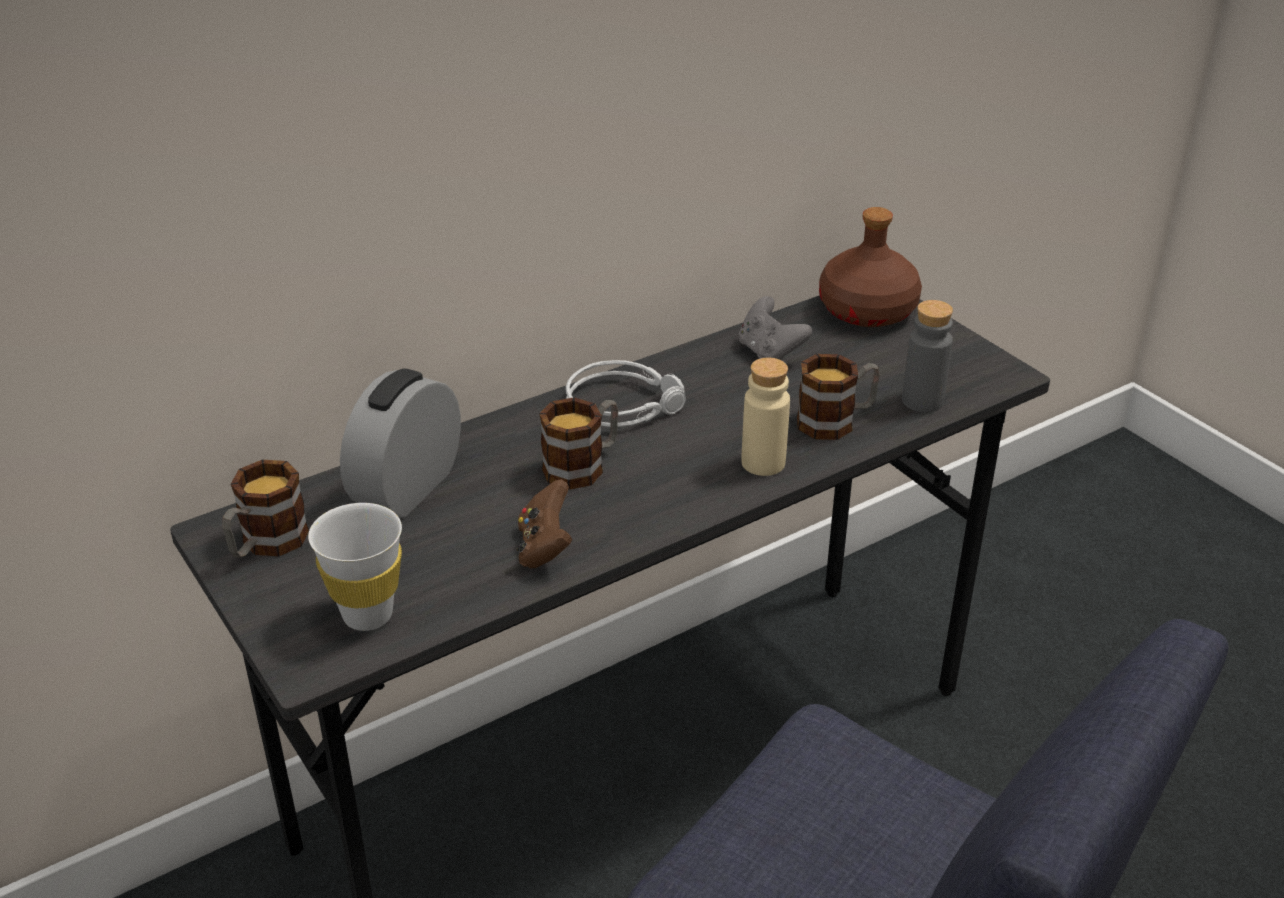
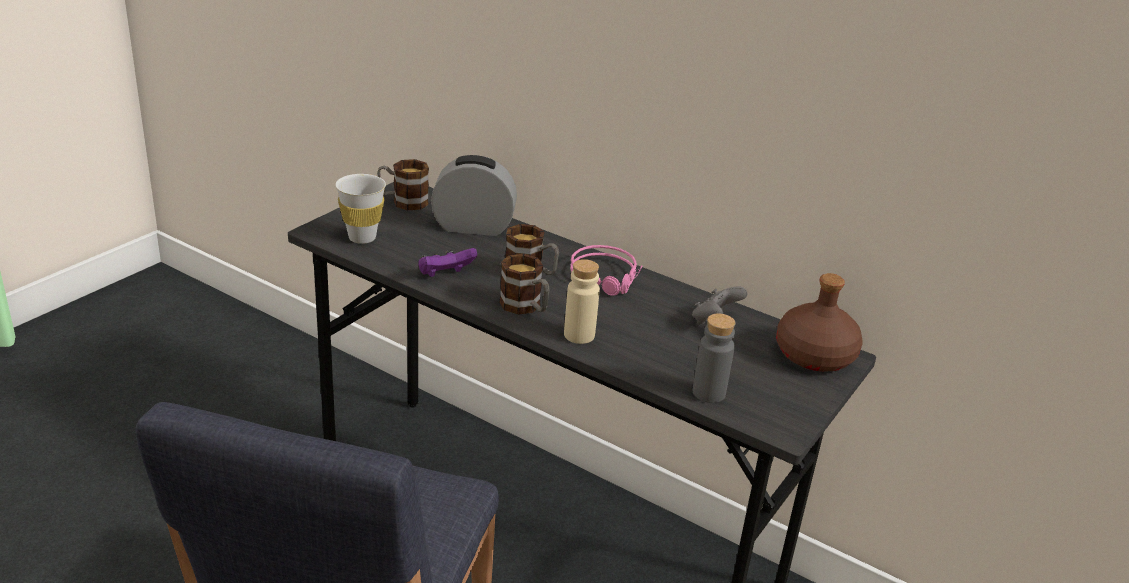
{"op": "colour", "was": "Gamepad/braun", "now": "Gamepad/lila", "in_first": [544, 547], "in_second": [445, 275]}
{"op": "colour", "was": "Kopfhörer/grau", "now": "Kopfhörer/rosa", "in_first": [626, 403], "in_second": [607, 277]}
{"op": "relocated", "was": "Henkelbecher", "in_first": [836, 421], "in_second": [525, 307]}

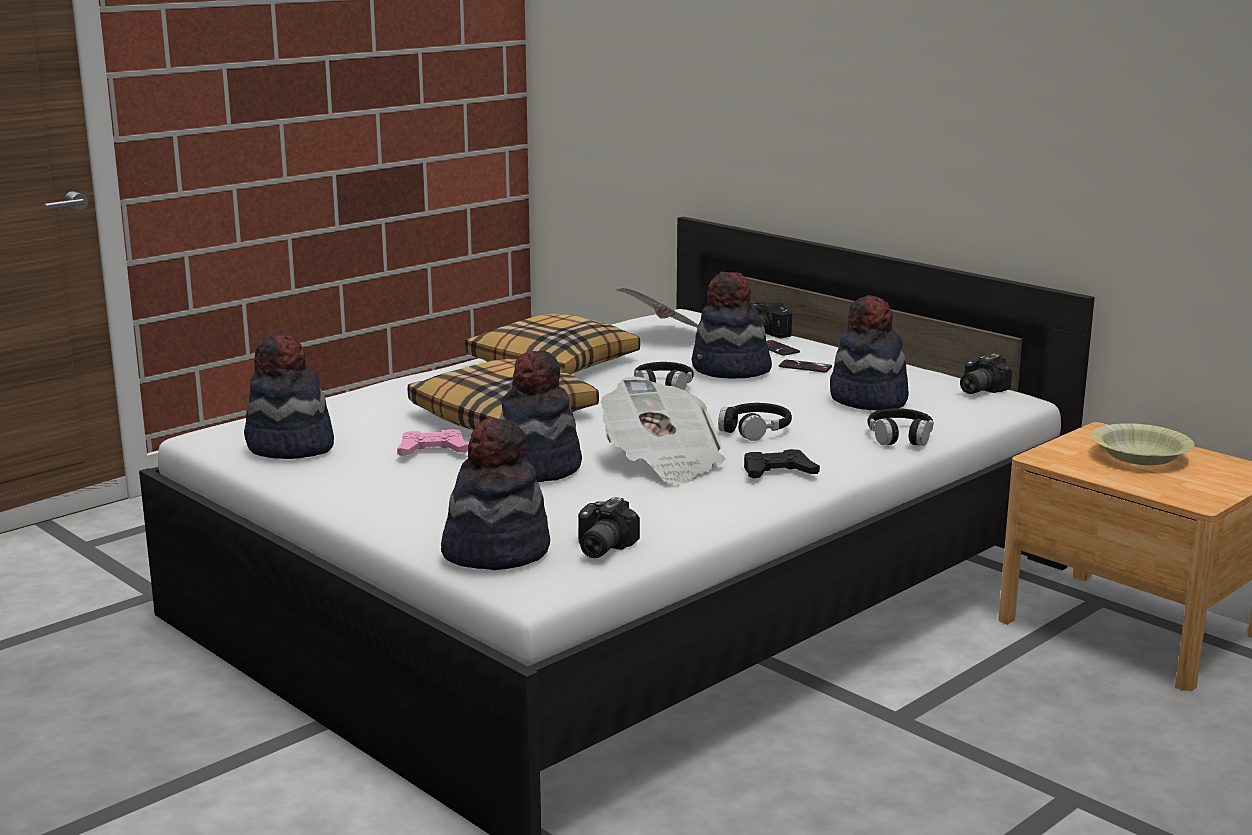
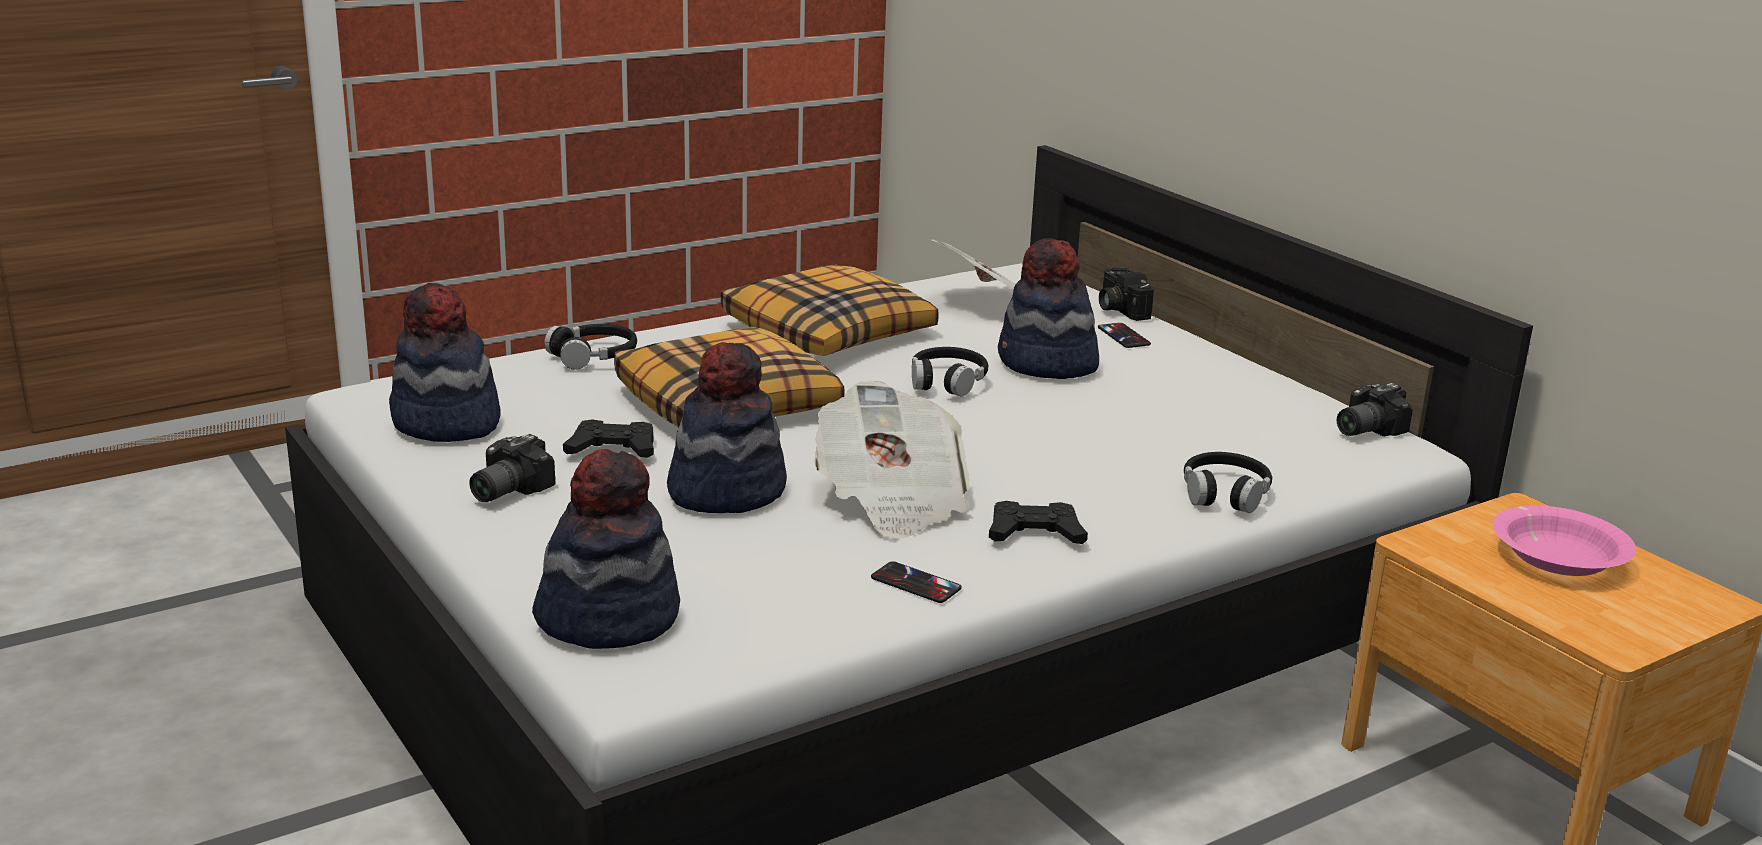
{"op": "colour", "was": "Gamepad/rosa", "now": "Gamepad/schwarz", "in_first": [432, 451], "in_second": [613, 449]}
{"op": "relocated", "was": "Kamera", "in_first": [599, 548], "in_second": [504, 490]}
{"op": "relocated", "was": "Kopfhörer/schwarz", "in_first": [755, 430], "in_second": [594, 356]}
{"op": "relocated", "was": "Handy", "in_first": [805, 367], "in_second": [915, 583]}
{"op": "missing", "was": "Hut", "in_first": [868, 400]}
{"op": "colour", "was": "Schüssel/gelb", "now": "Schüssel/rosa", "in_first": [1140, 456], "in_second": [1558, 558]}

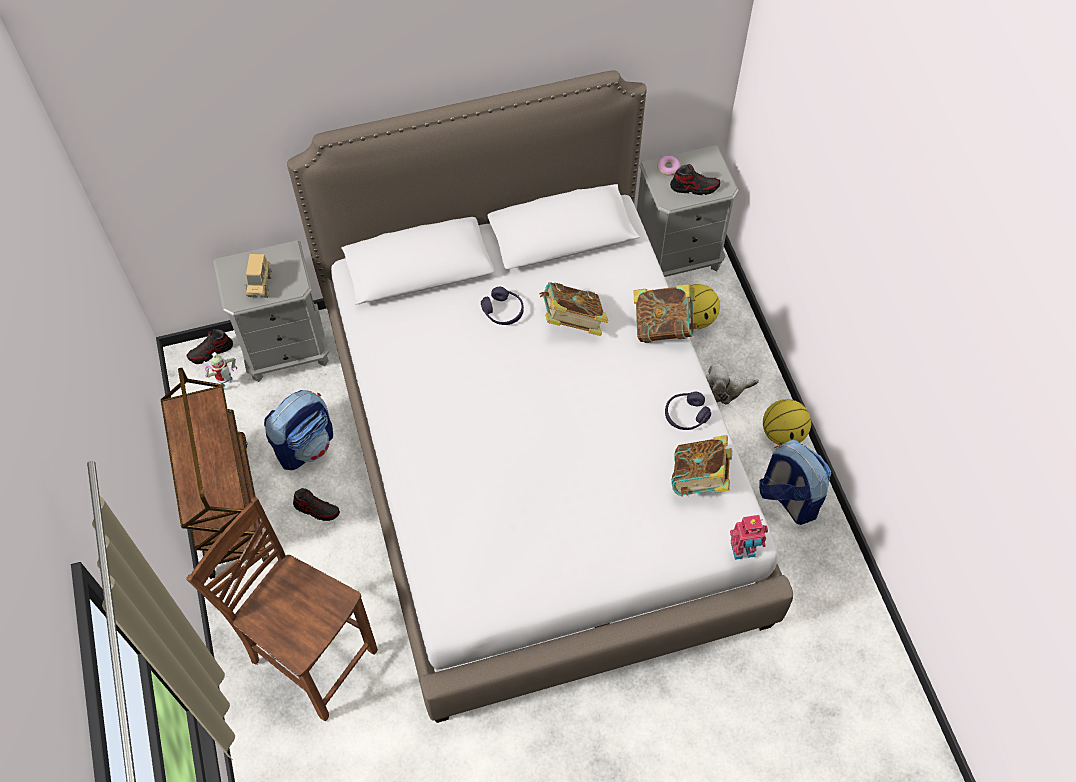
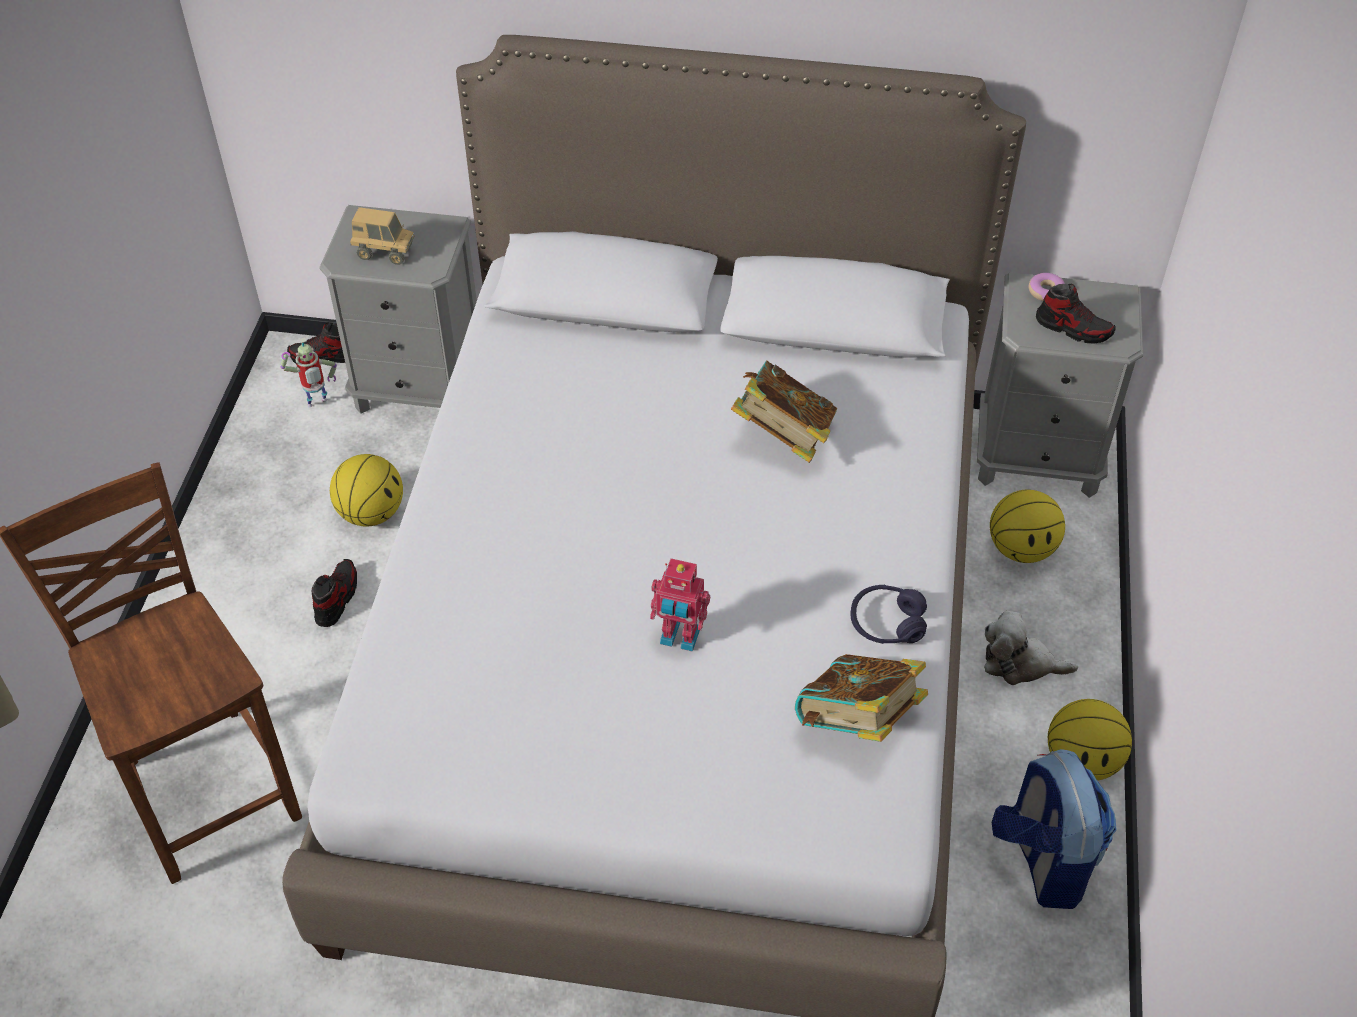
{"op": "missing", "was": "Rollwagen/braun", "in_first": [227, 506]}
{"op": "spun", "was": "Spielzeuglaster", "in_first": [260, 285], "in_second": [384, 253], "clockwise": -105}
{"op": "exchanged", "was": "Rucksack", "now": "Basketball", "in_first": [306, 445], "in_second": [372, 513]}
{"op": "spun", "was": "Schuh", "in_first": [317, 509], "in_second": [336, 598], "clockwise": -120}
{"op": "missing", "was": "Kopfhörer/lila", "in_first": [503, 311]}
{"op": "missing", "was": "Buch", "in_first": [663, 326]}
{"op": "relocated", "was": "Spielzeugroboter", "in_first": [743, 551], "in_second": [679, 638]}

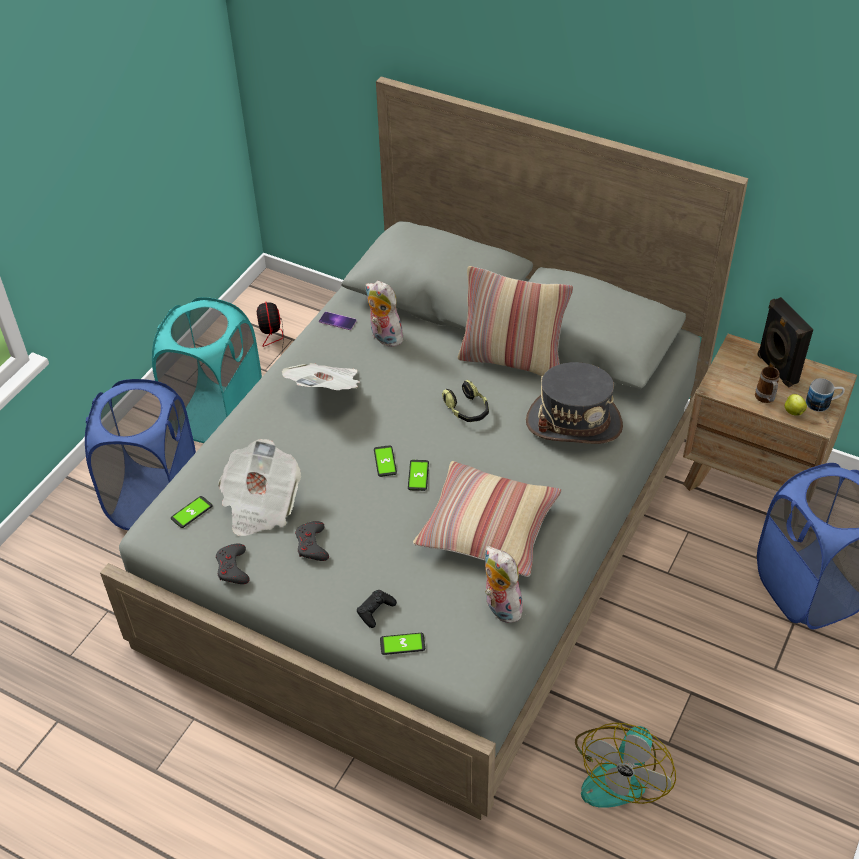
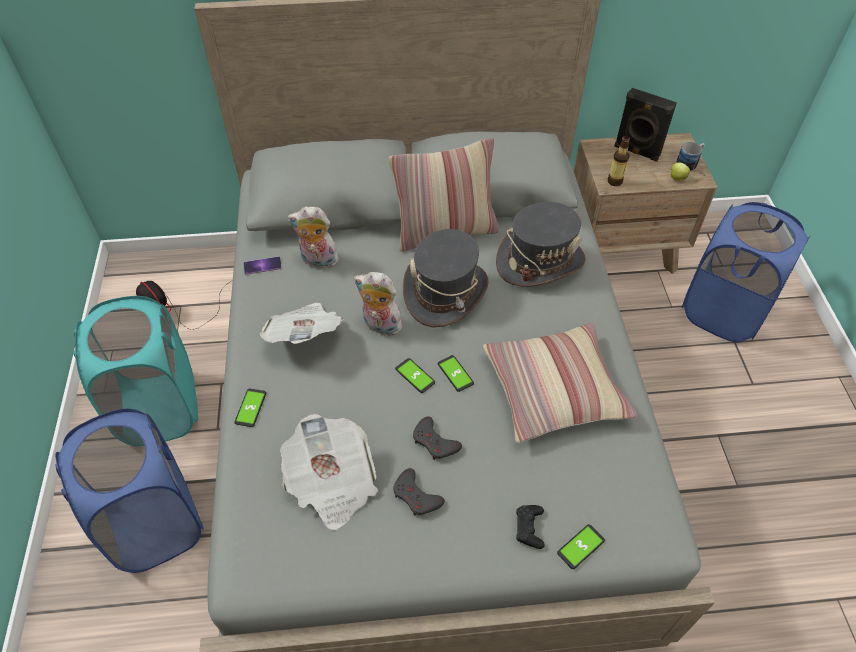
{"op": "relocated", "was": "Handy", "in_first": [191, 512], "in_second": [250, 408]}
{"op": "relocated", "was": "Gamepad/grau", "in_first": [233, 568], "in_second": [435, 442]}
{"op": "exchanged", "was": "Kopfhörer", "now": "Hut/grau", "in_first": [467, 410], "in_second": [445, 292]}
{"op": "relocated", "was": "Plüschtier", "in_first": [500, 607], "in_second": [380, 326]}
{"op": "missing", "was": "Ventilator", "in_first": [620, 771]}
{"op": "missing", "was": "Henkelbecher", "in_first": [765, 399]}
{"op": "appeared", "now": "Flasche", "in_second": [614, 181]}

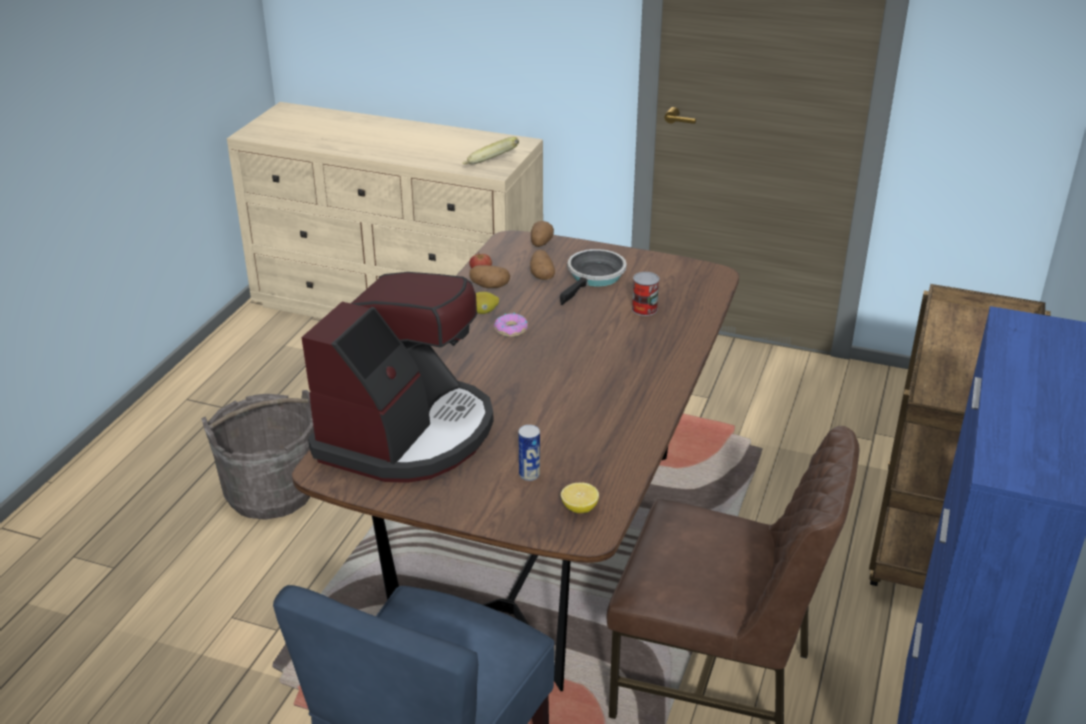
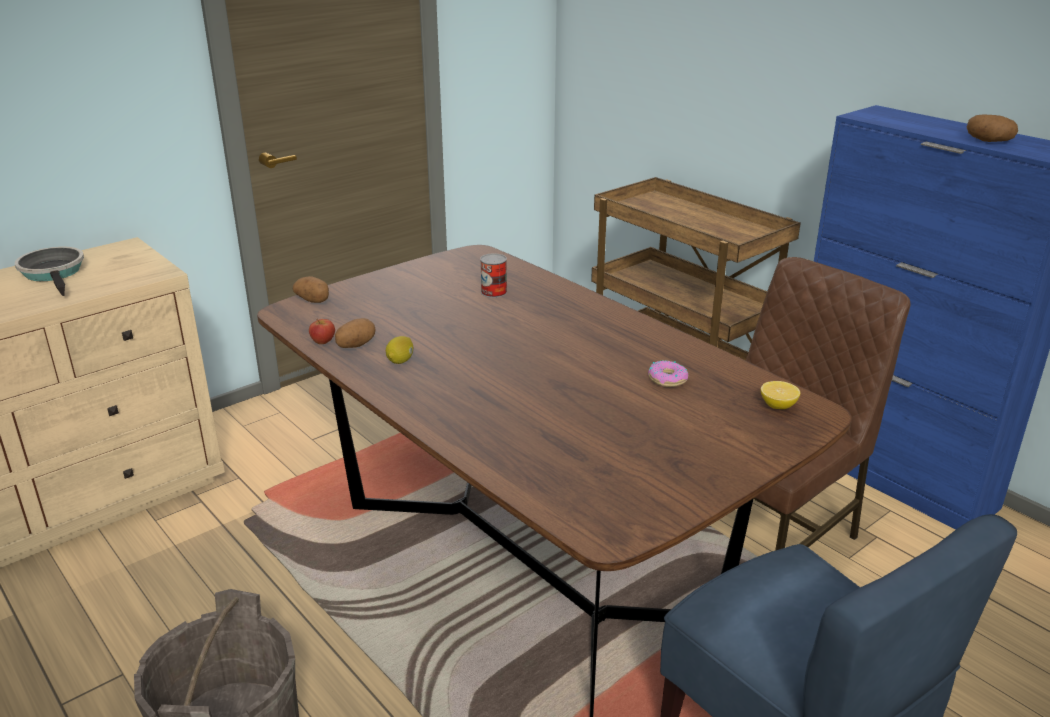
{"op": "missing", "was": "Kaffeemaschine", "in_first": [407, 433]}
{"op": "missing", "was": "Banane", "in_first": [490, 166]}
{"op": "relocated", "was": "Donut", "in_first": [511, 330], "in_second": [667, 379]}
{"op": "missing", "was": "Dose", "in_first": [529, 475]}
{"op": "relocated", "was": "Kartoffel", "in_first": [542, 275], "in_second": [989, 141]}
{"op": "relocated", "was": "Pfanne", "in_first": [594, 277], "in_second": [54, 273]}

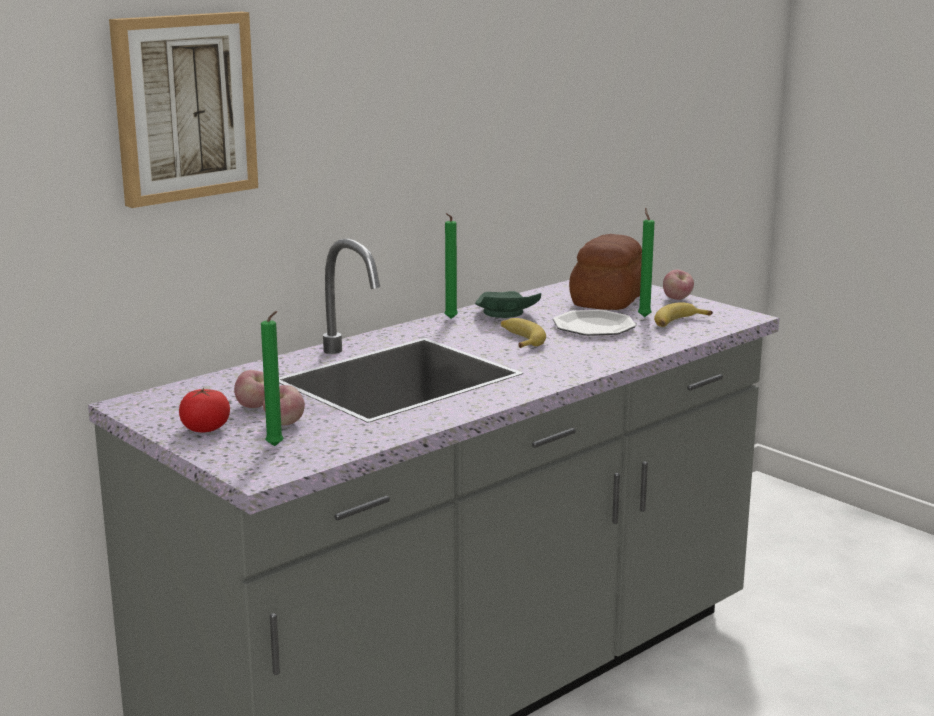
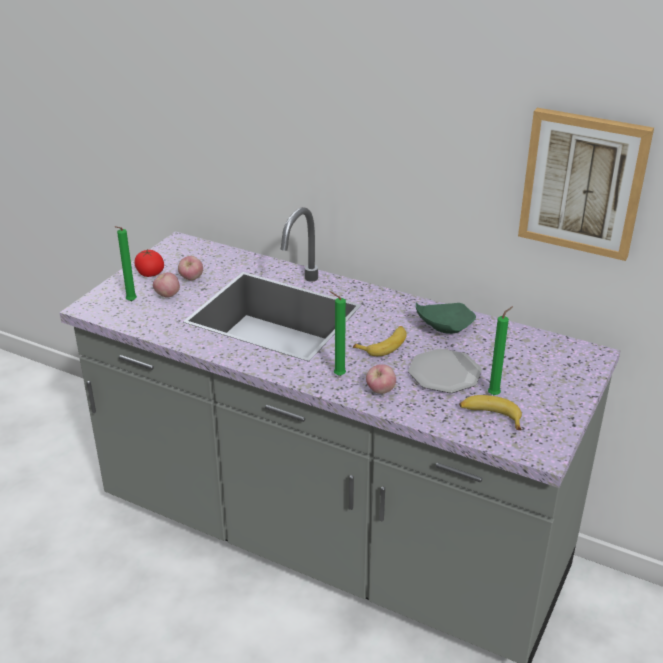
{"op": "relocated", "was": "Bild", "in_first": [184, 107], "in_second": [583, 183]}
{"op": "relocated", "was": "Kerze/grün", "in_first": [450, 319], "in_second": [337, 375]}
{"op": "missing", "was": "Brot", "in_first": [606, 300]}
{"op": "relocated", "was": "Apfel", "in_first": [677, 299], "in_second": [380, 391]}

